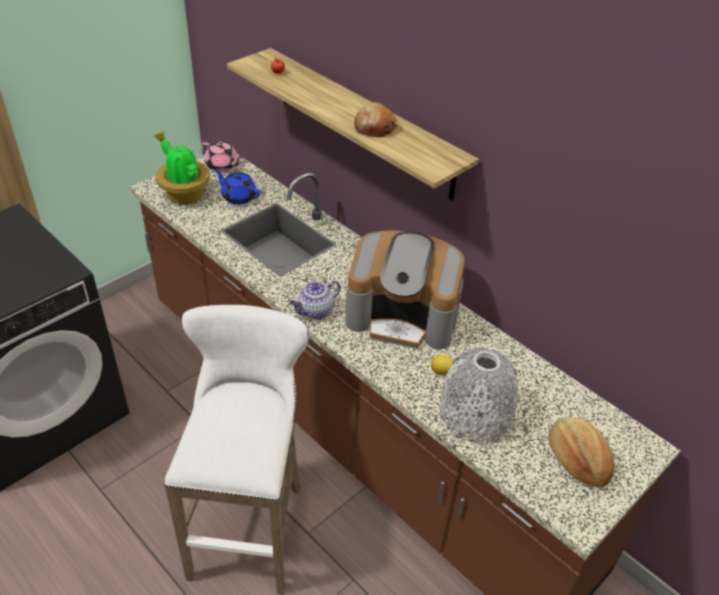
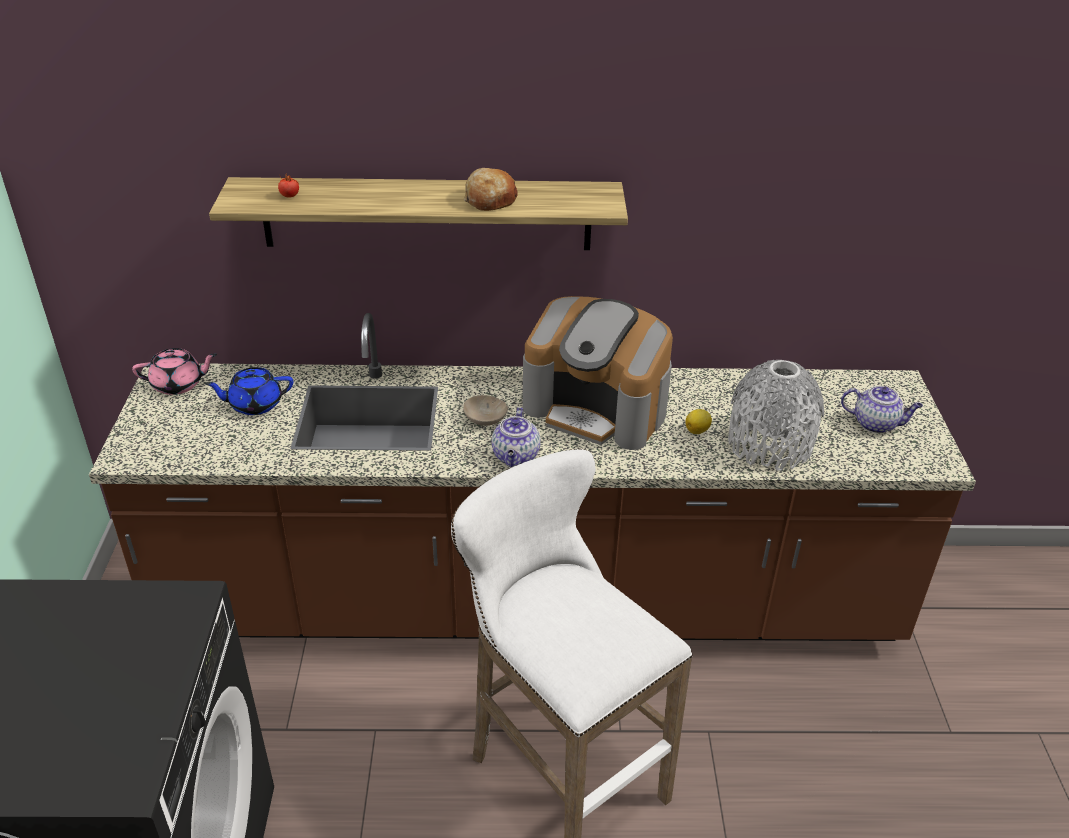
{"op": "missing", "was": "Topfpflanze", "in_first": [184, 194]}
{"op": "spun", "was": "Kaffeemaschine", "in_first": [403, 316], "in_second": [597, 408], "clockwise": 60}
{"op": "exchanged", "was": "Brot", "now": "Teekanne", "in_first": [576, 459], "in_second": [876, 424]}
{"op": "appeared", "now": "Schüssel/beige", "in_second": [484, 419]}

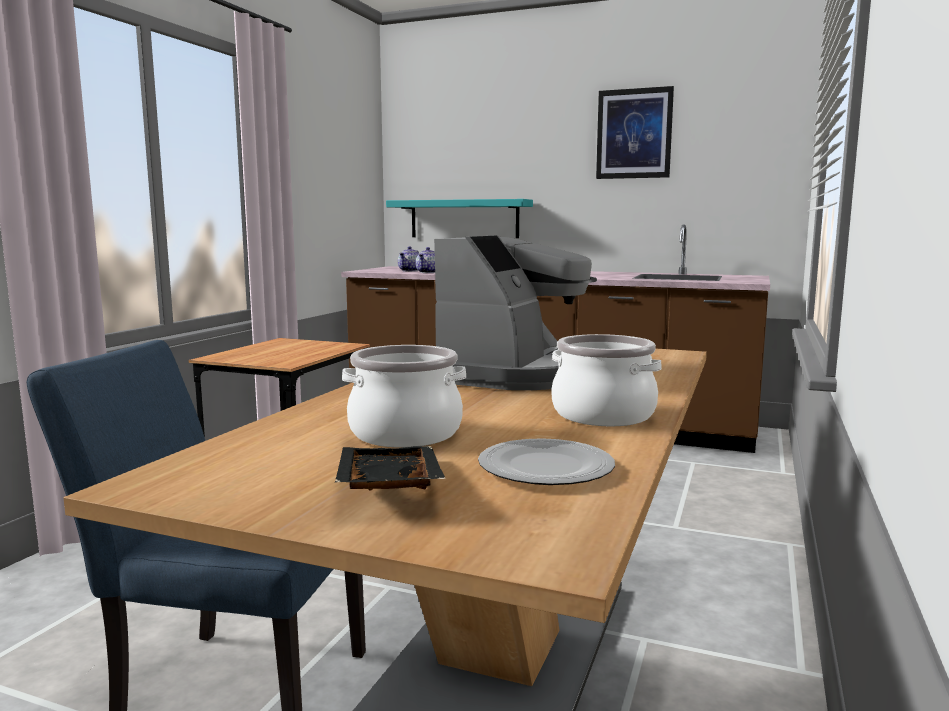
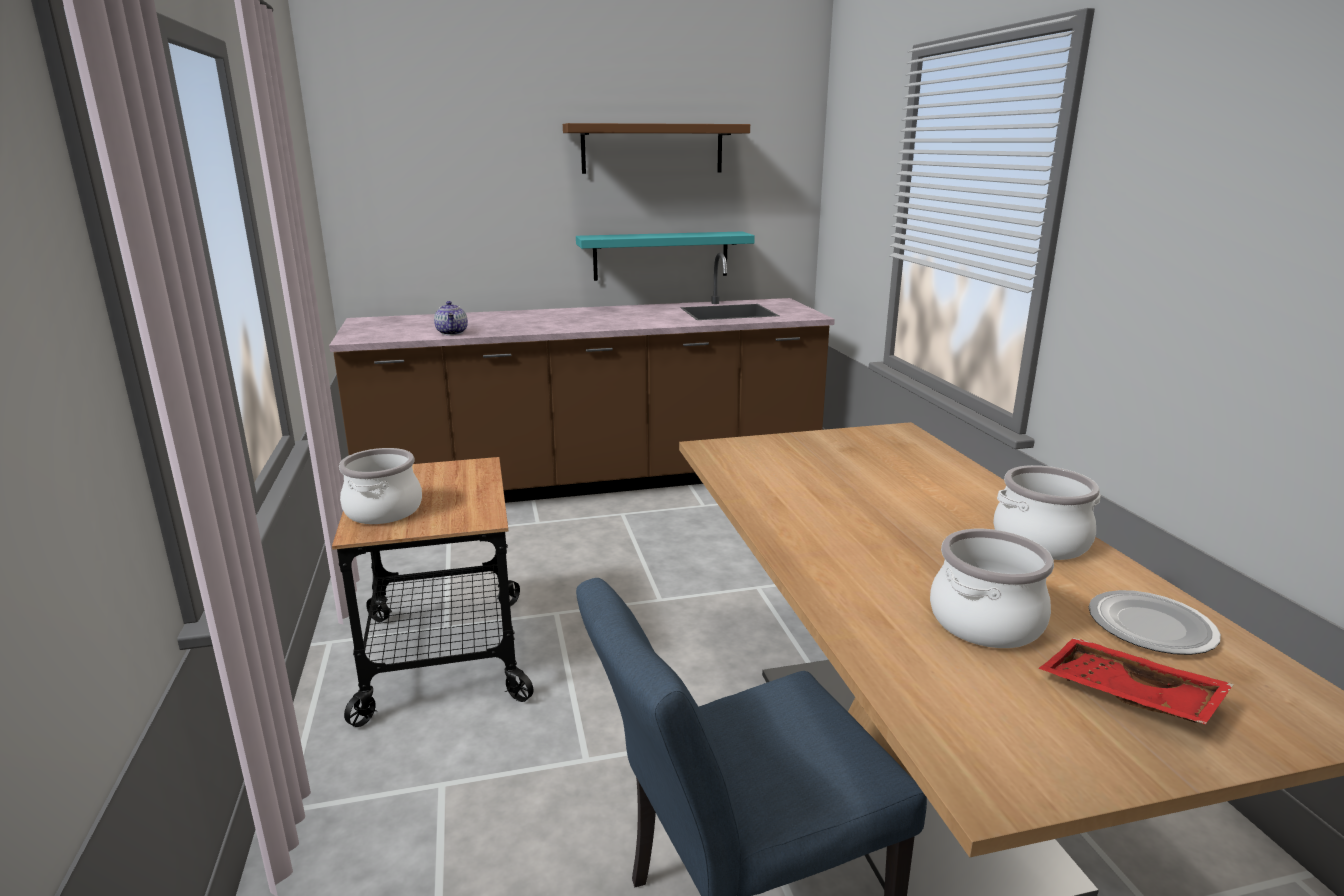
{"op": "colour", "was": "Tablett/schwarz", "now": "Tablett/rot", "in_first": [385, 486], "in_second": [1127, 697]}
{"op": "relocated", "was": "Wandregal/türkis", "in_first": [464, 219], "in_second": [661, 255]}
{"op": "missing", "was": "Teekanne", "in_first": [410, 271]}
{"op": "missing", "was": "Kaffeemaschine", "in_first": [519, 373]}
{"op": "exchanged", "was": "Bild", "now": "Wandregal/braun", "in_first": [634, 134], "in_second": [652, 149]}
{"op": "appeared", "now": "Kochtopf", "in_second": [382, 511]}

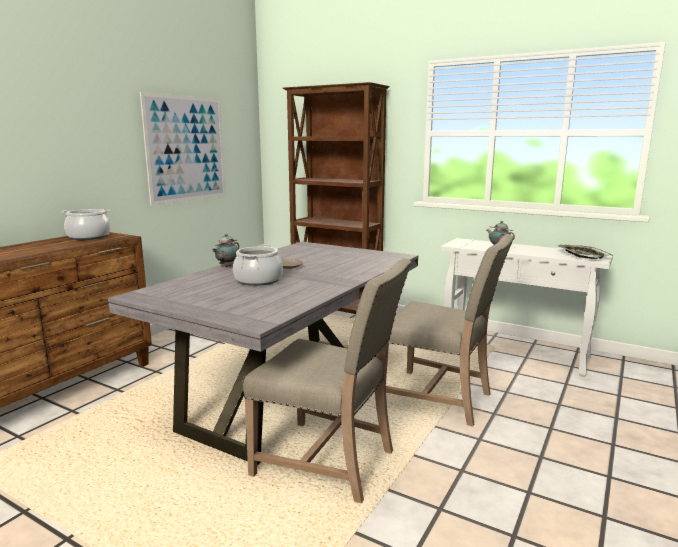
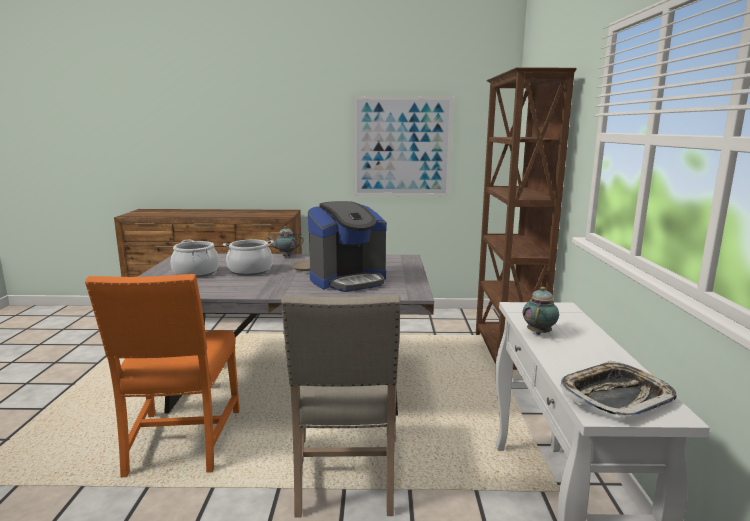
{"op": "relocated", "was": "Kochtopf", "in_first": [89, 237], "in_second": [196, 273]}
{"op": "colour", "was": "Stuhl/beige", "now": "Stuhl/orange", "in_first": [329, 462], "in_second": [181, 444]}
{"op": "appeared", "now": "Kaffeemaschine", "in_second": [348, 280]}

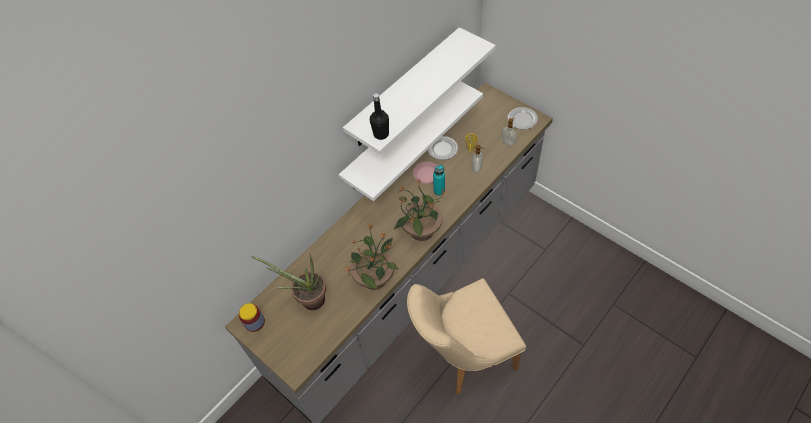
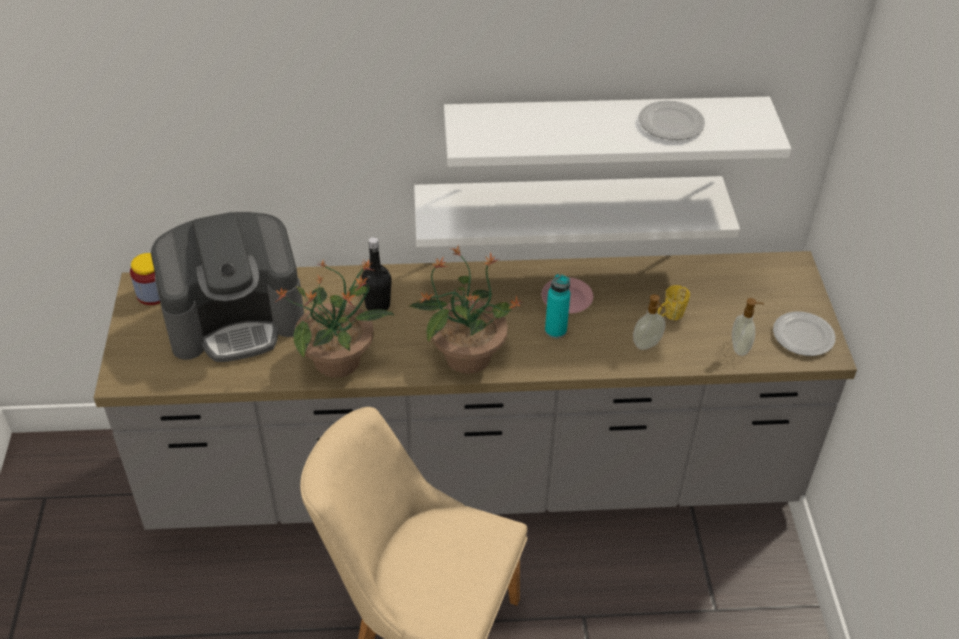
{"op": "exchanged", "was": "Topfpflanze", "now": "Kaffeemaschine", "in_first": [308, 299], "in_second": [236, 319]}
{"op": "relocated", "was": "Flasche/schwarz", "in_first": [381, 134], "in_second": [377, 305]}
{"op": "relocated", "was": "Teller", "in_first": [443, 149], "in_second": [671, 124]}

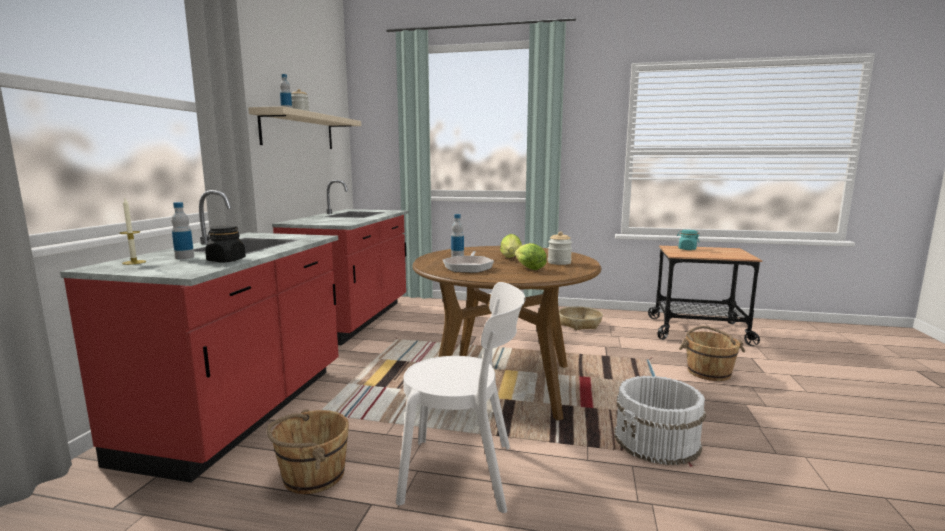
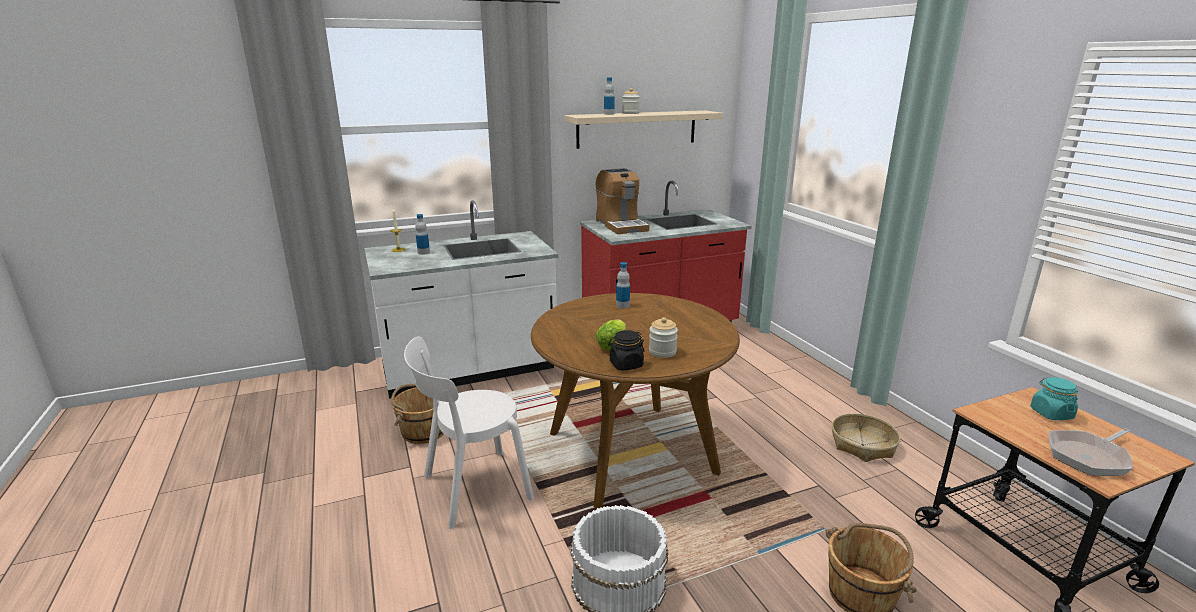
{"op": "colour", "was": "Küchenzeile/rot", "now": "Küchenzeile/weiß", "in_first": [243, 412], "in_second": [470, 371]}
{"op": "relocated", "was": "Vorratsglas/schwarz", "in_first": [226, 260], "in_second": [626, 365]}
{"op": "spun", "was": "Stuhl/weiß", "in_first": [465, 473], "in_second": [471, 489], "clockwise": 90}
{"op": "relocated", "was": "Pfanne", "in_first": [468, 267], "in_second": [1089, 456]}
{"op": "missing", "was": "Salatkopf", "in_first": [511, 258]}
{"op": "appeared", "now": "Kaffeemaschine", "in_second": [621, 225]}

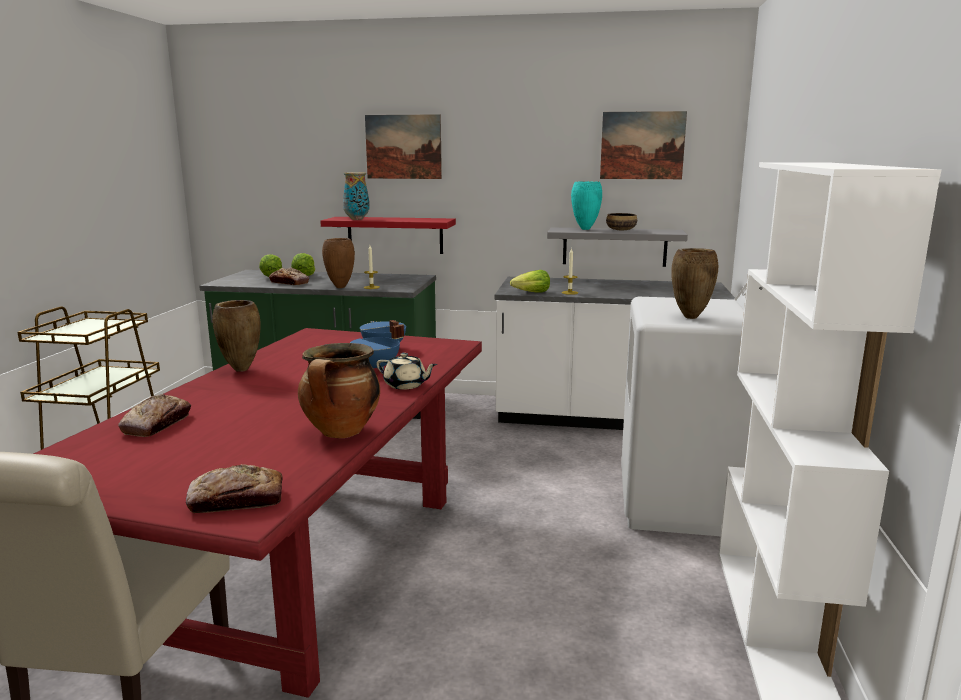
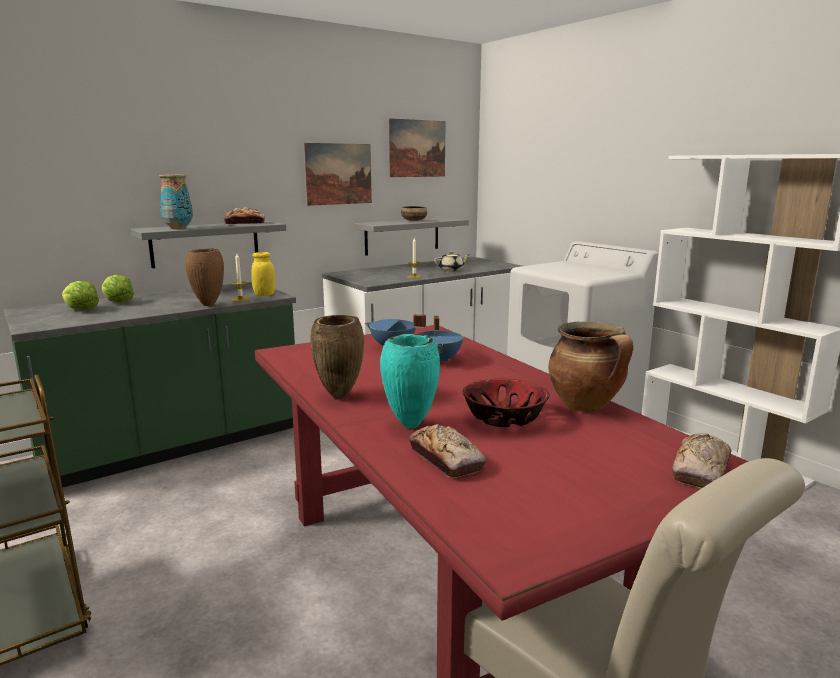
{"op": "relocated", "was": "Brot", "in_first": [289, 283], "in_second": [244, 223]}
{"op": "colour", "was": "Wandregal/rot", "now": "Wandregal/grau", "in_first": [395, 235], "in_second": [205, 243]}
{"op": "relocated", "was": "Bild", "in_first": [403, 147], "in_second": [338, 174]}
{"op": "relocated", "was": "Teekanne/beige", "in_first": [406, 385], "in_second": [451, 270]}
{"op": "missing", "was": "Salatkopf", "in_first": [532, 293]}
{"op": "relocated", "was": "Vase/türkis", "in_first": [584, 229], "in_second": [409, 425]}
{"op": "missing", "was": "Vase/braun", "in_first": [690, 317]}
{"op": "appeared", "now": "Vorratsglas/gelb", "in_second": [264, 295]}
{"op": "appeared", "now": "Schüssel", "in_second": [504, 417]}

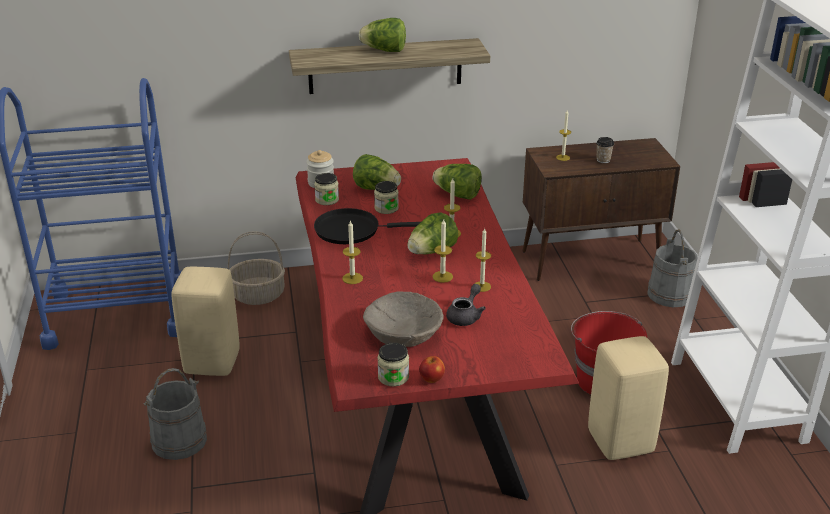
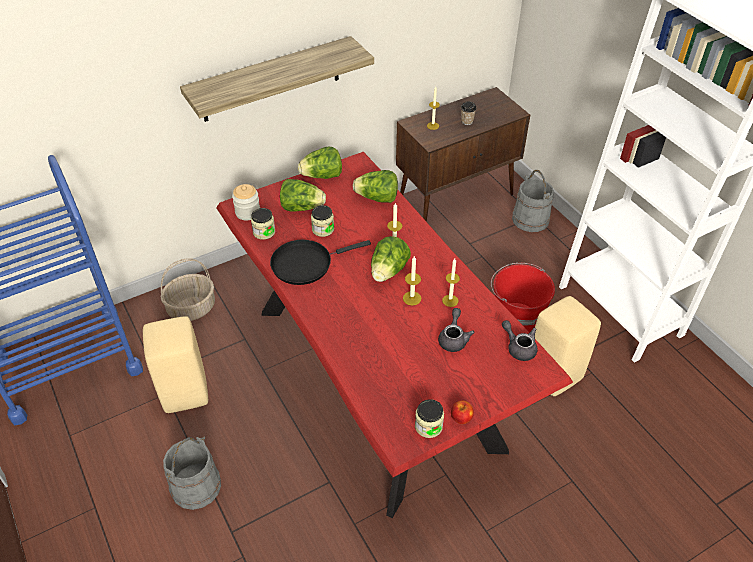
{"op": "missing", "was": "Kerze", "in_first": [352, 278]}
{"op": "relocated", "was": "Salatkopf", "in_first": [384, 50], "in_second": [322, 176]}
{"op": "missing", "was": "Schüssel/beige", "in_first": [403, 333]}
{"op": "appeared", "now": "Teekanne/grau", "in_second": [519, 347]}

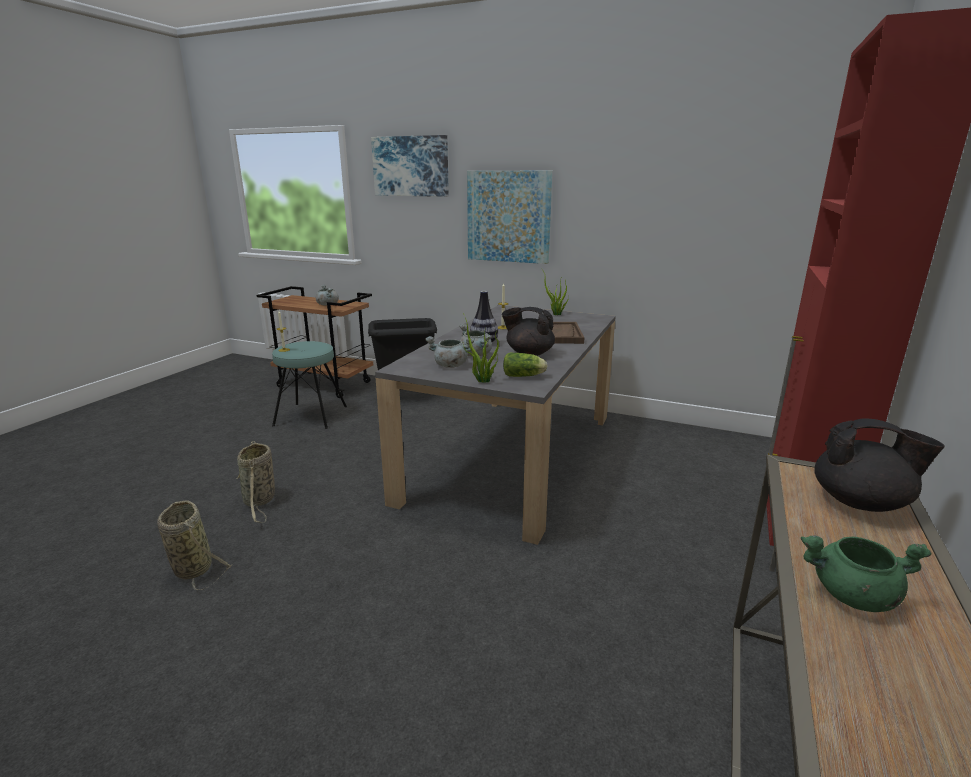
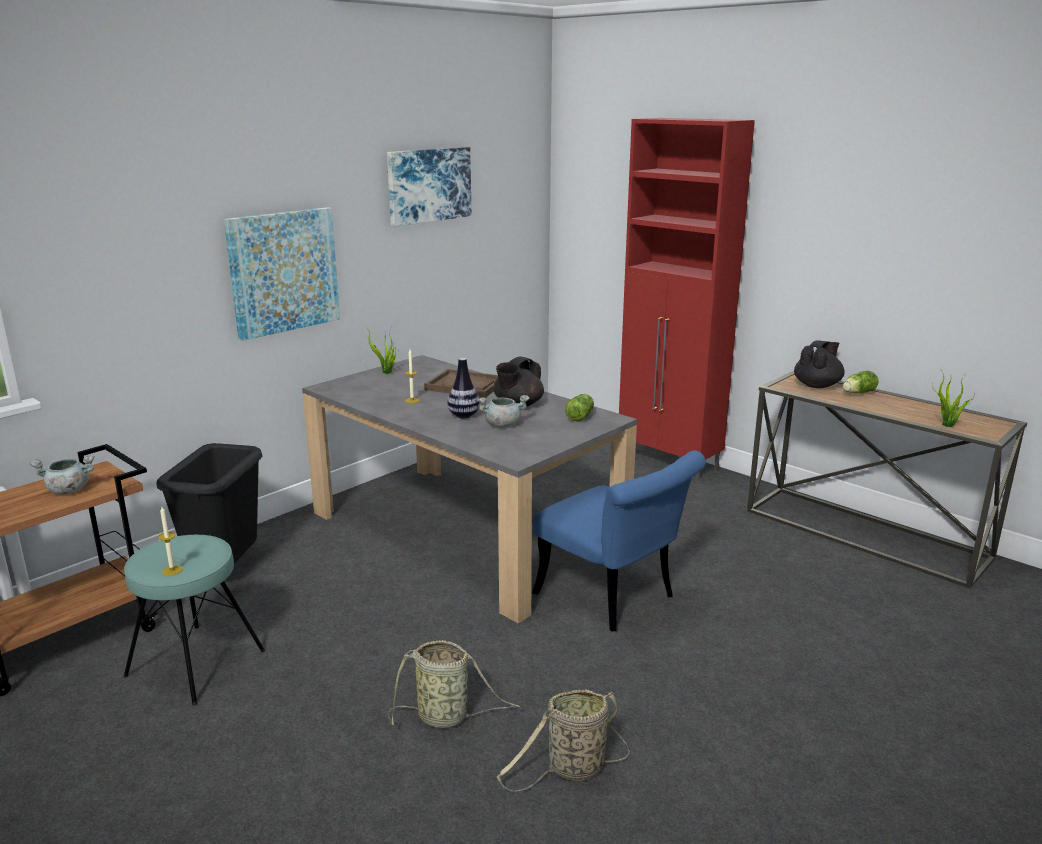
{"op": "relocated", "was": "Bild", "in_first": [411, 166], "in_second": [428, 185]}
{"op": "missing", "was": "Kochtopf/grau", "in_first": [450, 365]}
{"op": "relocated", "was": "Topfpflanze", "in_first": [482, 381], "in_second": [947, 426]}
{"op": "missing", "was": "Kochtopf/grün", "in_first": [852, 596]}
{"op": "appeared", "now": "Stuhl/blau", "in_second": [614, 599]}
{"op": "appeared", "now": "Salatkopf", "in_second": [857, 393]}

